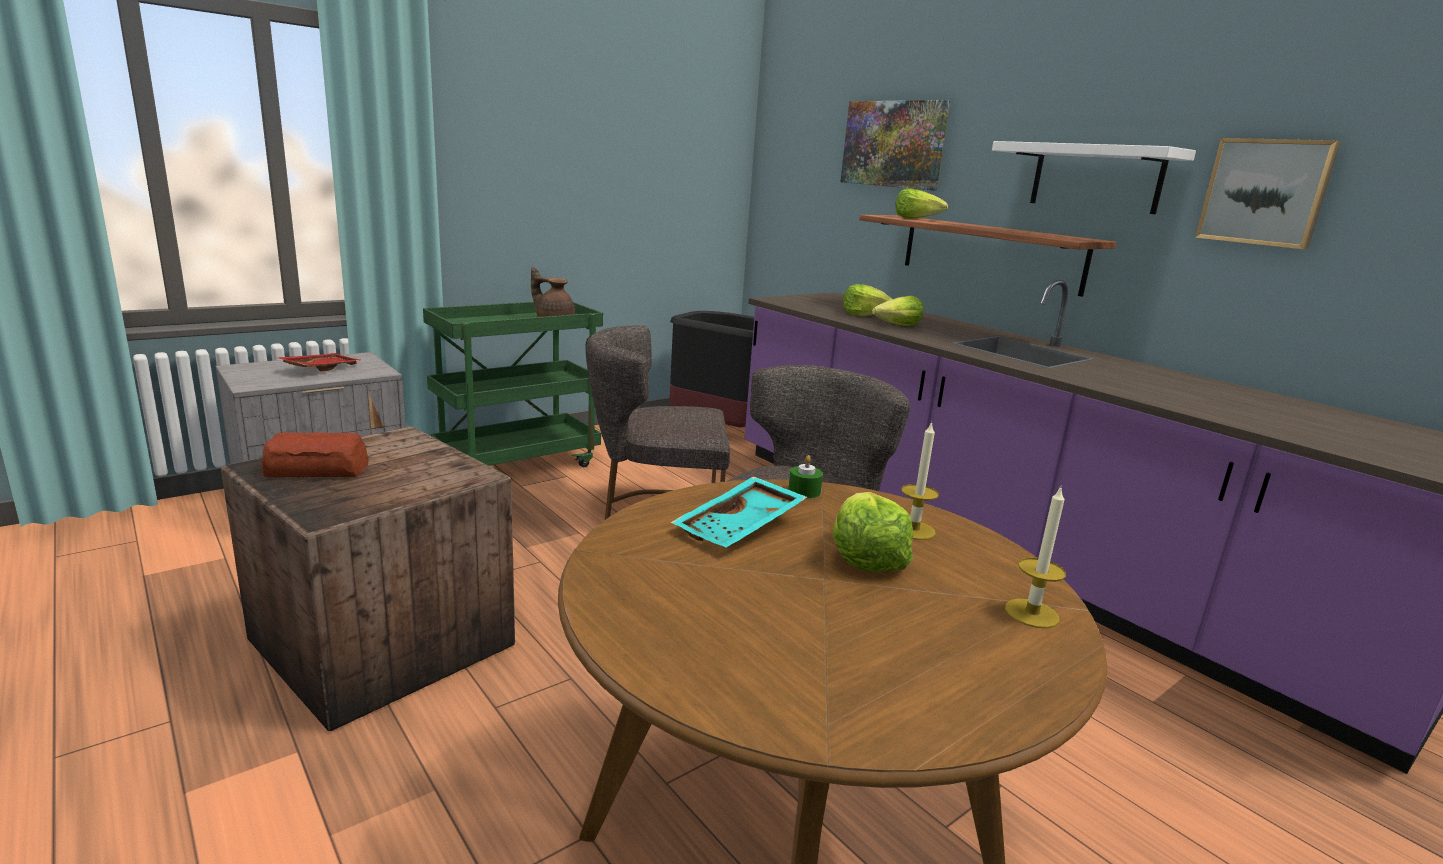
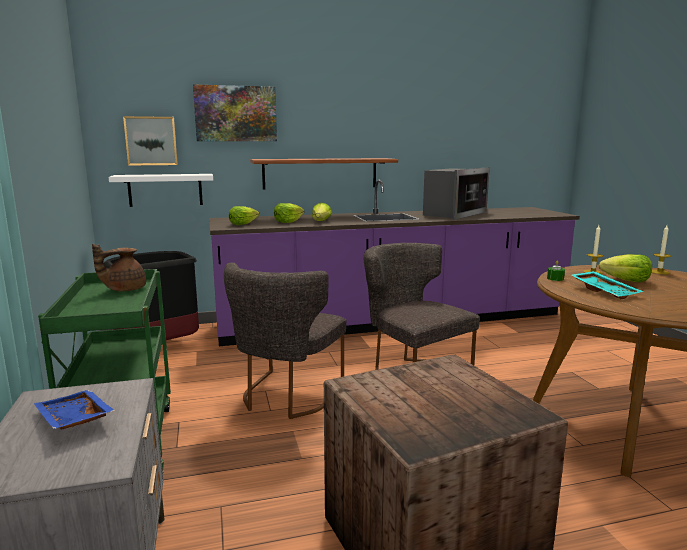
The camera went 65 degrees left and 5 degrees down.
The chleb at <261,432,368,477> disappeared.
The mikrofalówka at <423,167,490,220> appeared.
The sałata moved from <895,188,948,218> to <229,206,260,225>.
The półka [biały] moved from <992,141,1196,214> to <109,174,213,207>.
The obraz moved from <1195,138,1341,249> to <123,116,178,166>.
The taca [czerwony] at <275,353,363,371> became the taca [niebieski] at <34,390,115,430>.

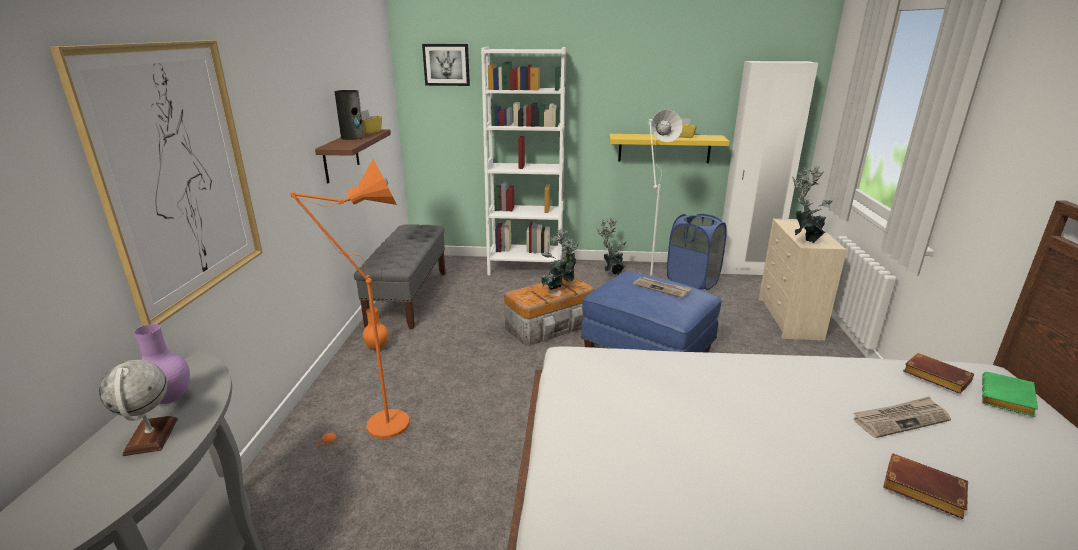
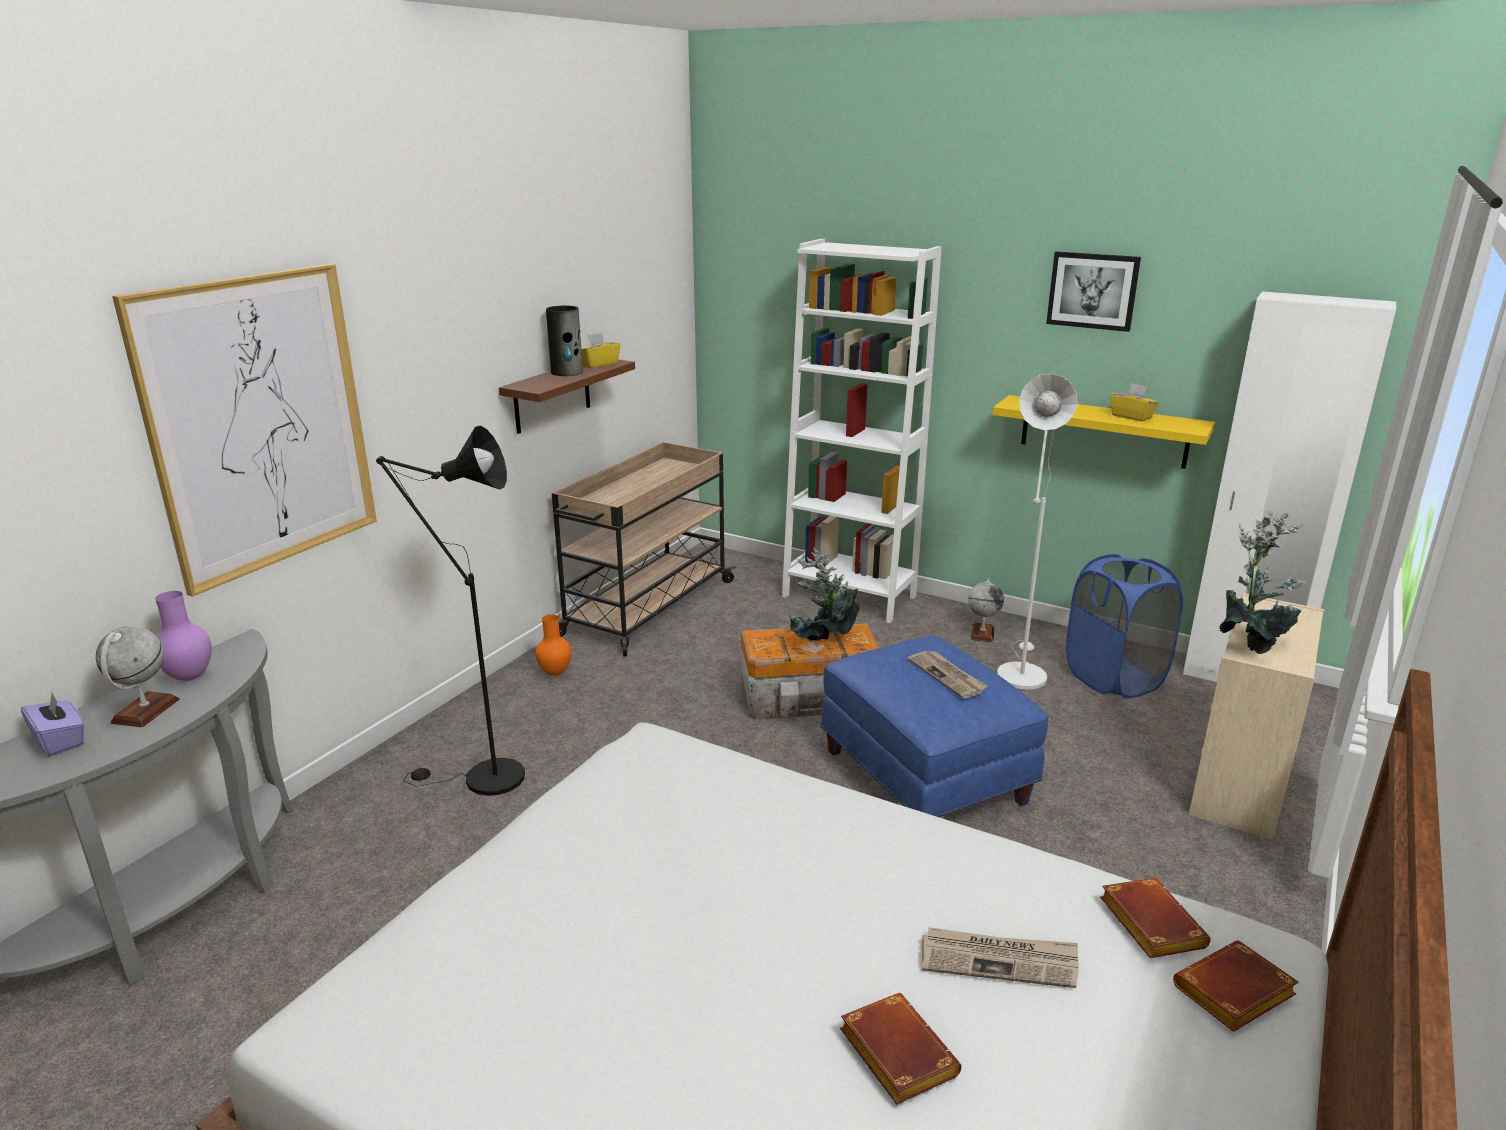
The camera went 25 degrees right and 0 degrees up.
The pudełko chusteczek [fioletowy] at <21,694,85,756> appeared.
The obraz moved from <422,44,470,86> to <1046,251,1141,332>.
The ławka [szary] at <354,224,445,329> was replaced by the wózek [beżowy] at <552,442,736,657>.
The roślina doniczkowa at <596,218,626,275> was replaced by the globus at <968,579,1004,642>.
The lampa stojąca [pomarańczowy] at <290,159,409,447> became the lampa stojąca [czarny] at <376,426,525,796>.
The książka [zielony] at <982,372,1038,417> became the książka [brązowy] at <1173,940,1299,1032>.

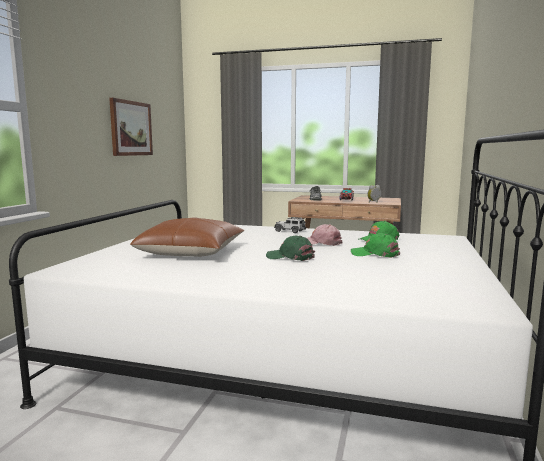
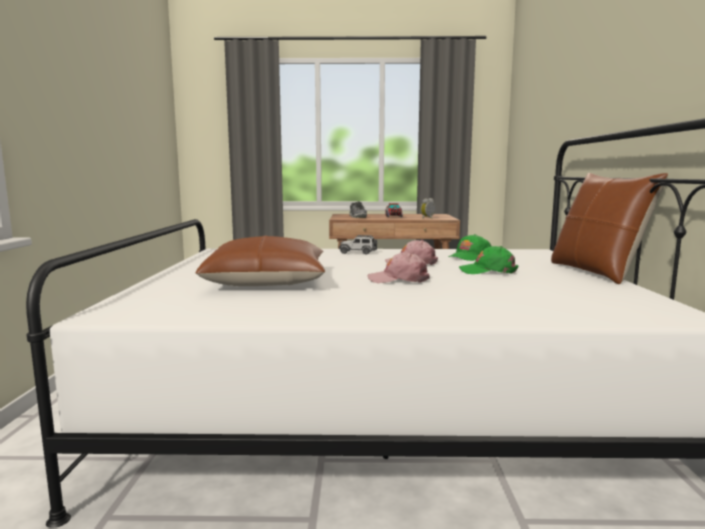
The camera went 15 degrees left and 0 degrees up.
The obraz at <109,98,153,156> disappeared.
The poduszka [brązowy] at <551,173,668,284> appeared.
The czapka z daszkiem [zielony] at <266,236,315,261> became the czapka z daszkiem [różowy] at <367,252,430,283>.

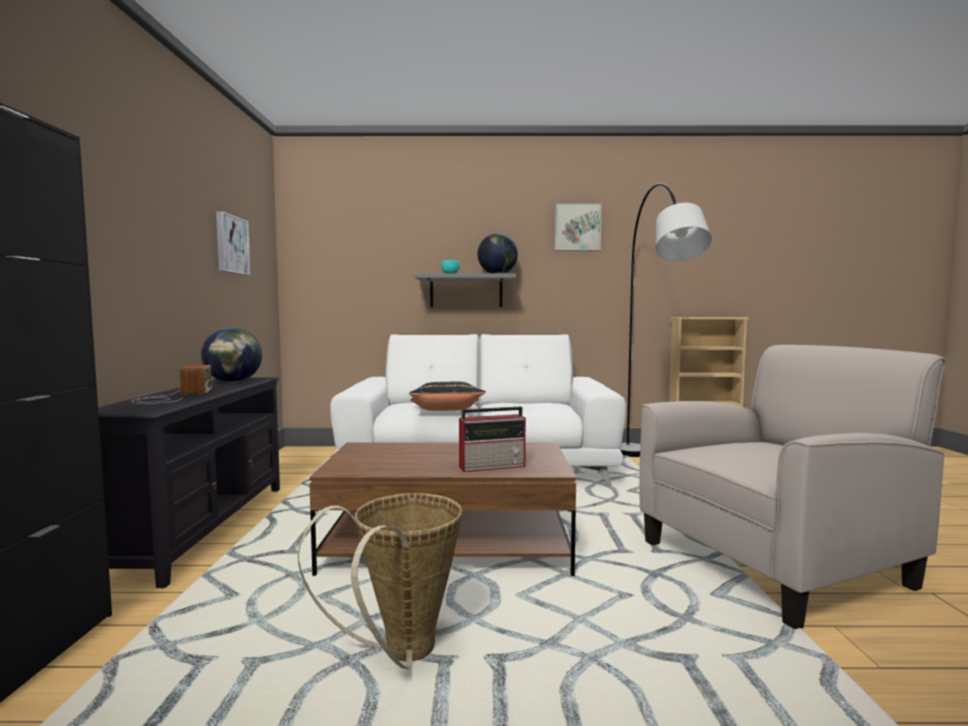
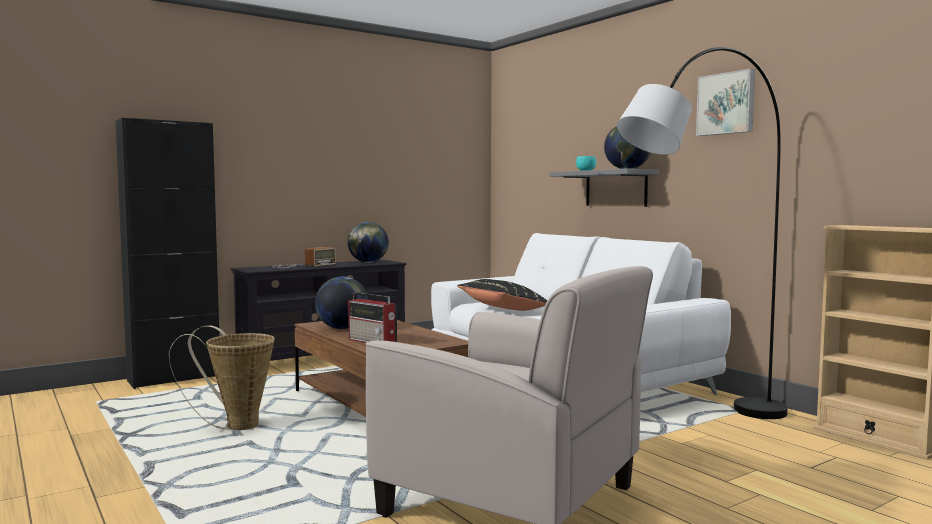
The camera went 55 degrees right and 0 degrees up.
The obraz at <216,211,250,275> disappeared.
The globus at <315,277,369,329> appeared.

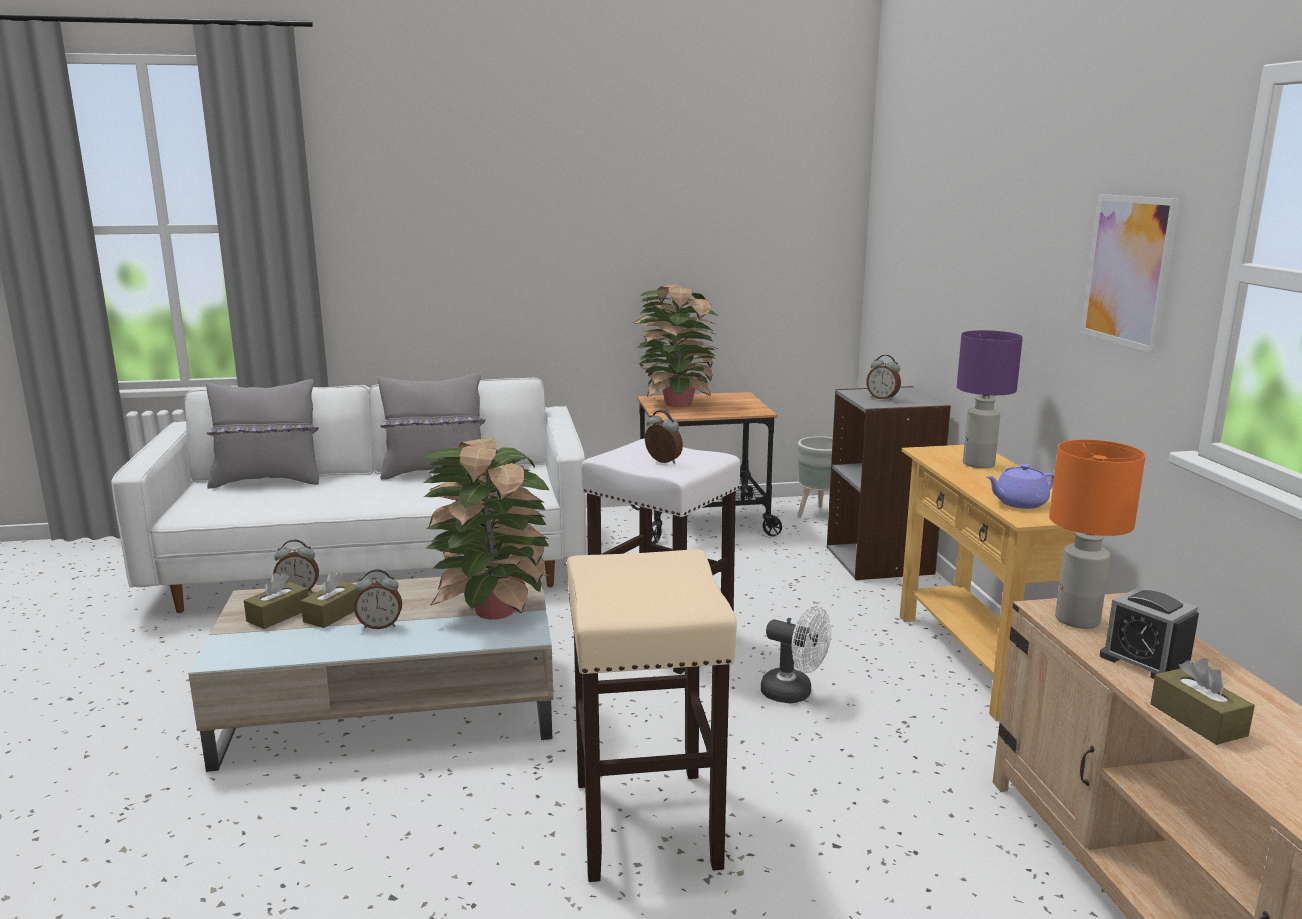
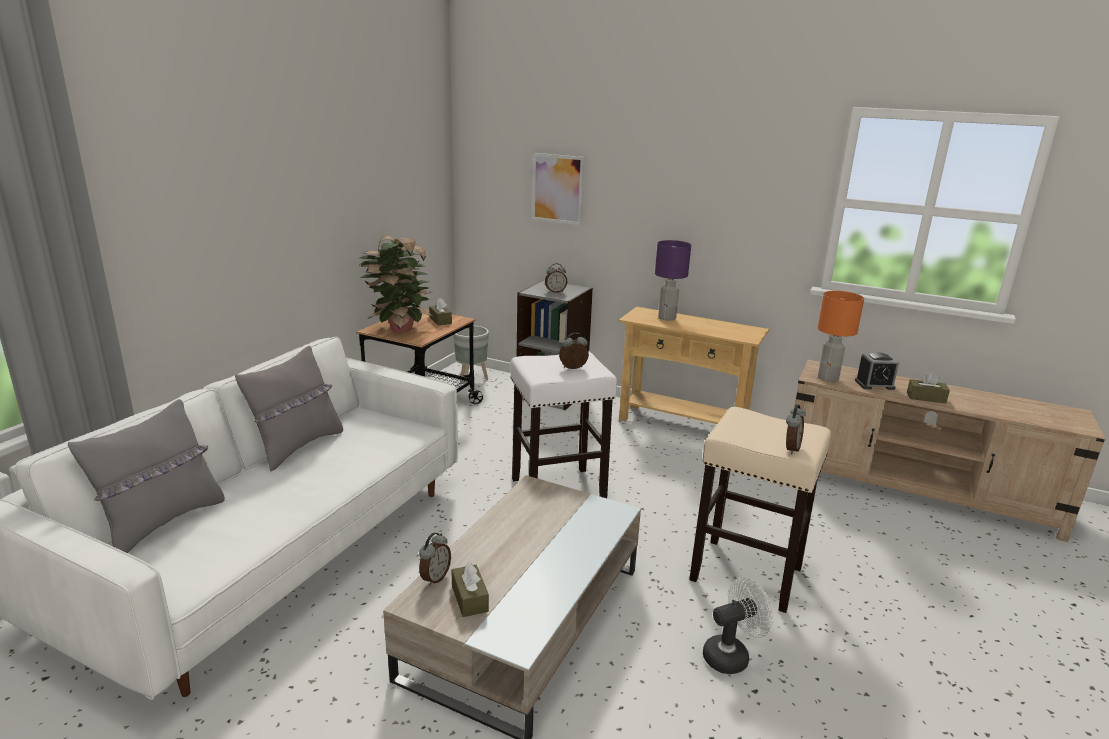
The camera went 55 degrees left and 5 degrees up.
The roślina doniczkowa at <422,437,551,620> disappeared.
The imbryk [fioletowy] at <986,464,1054,509> disappeared.
The pudełko chusteczek [brązowy] moved from <301,572,360,628> to <429,298,452,325>.
The budzik moved from <354,569,402,629> to <786,404,806,454>.
The wentylator [biały] moved from <761,606,831,703> to <703,577,773,674>.
The obraz moved from <1080,194,1180,354> to <532,153,584,225>.

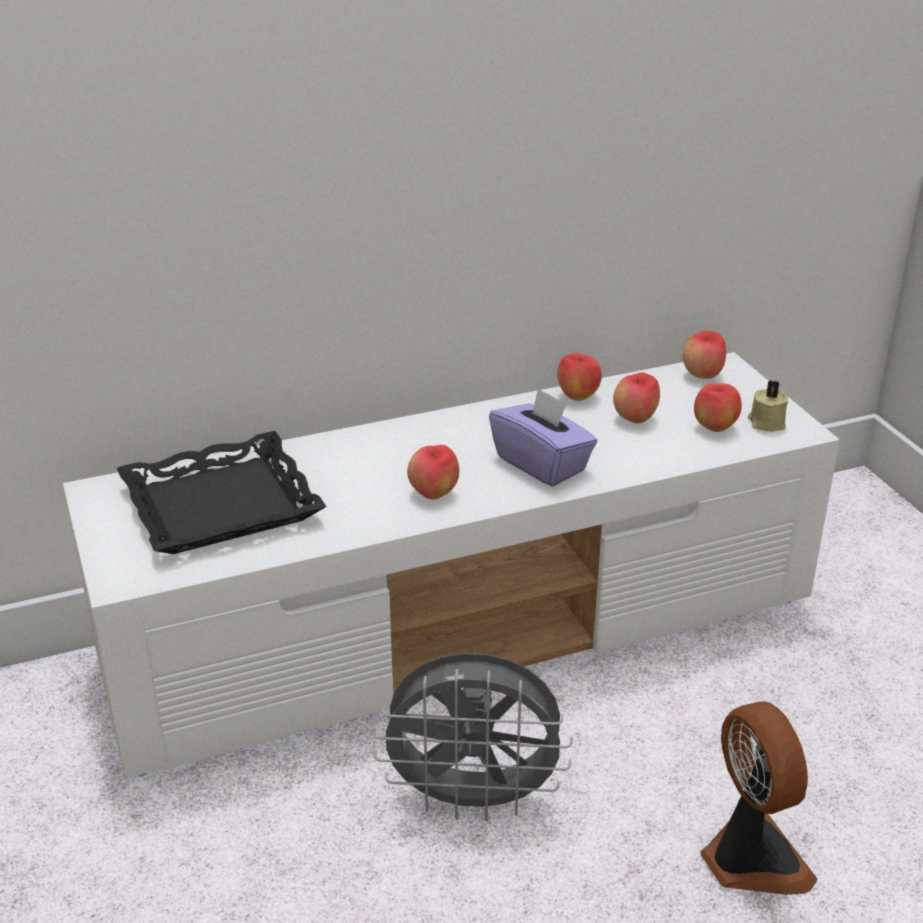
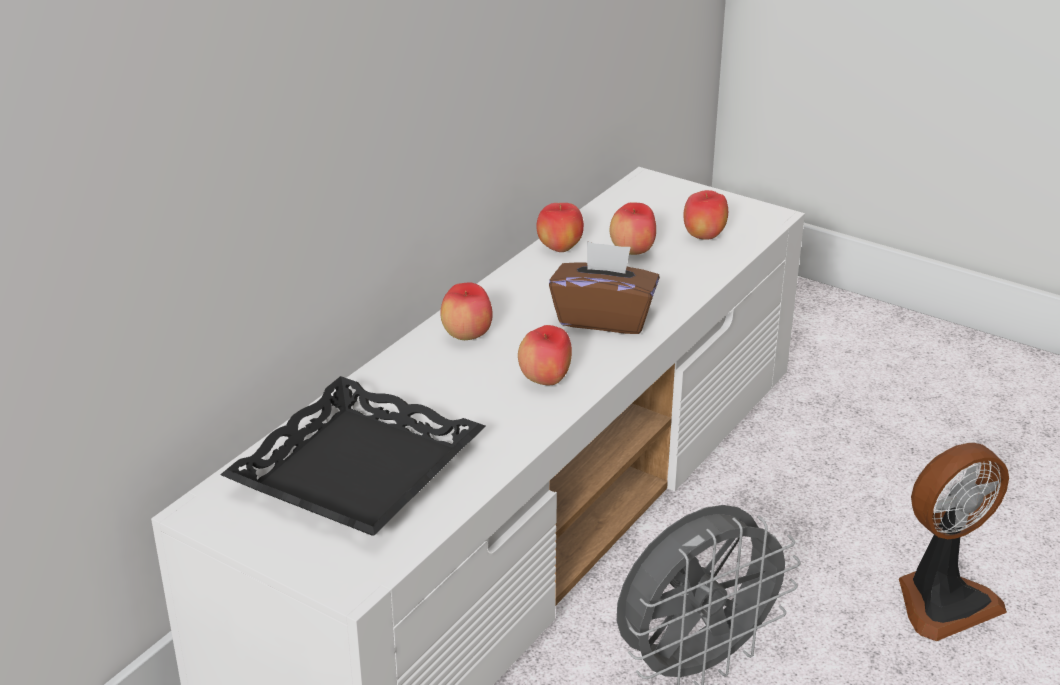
The camera went 35 degrees left and 0 degrees up.
The świeca [beżowy] at <748,380,788,432> disappeared.
The jabłko moved from <682,330,726,379> to <440,283,493,340>.
The pudełko chusteczek [fioletowy] at <489,387,598,487> became the pudełko chusteczek [brązowy] at <549,241,660,334>.
The wentylator at <701,701,818,895> turned 120 degrees clockwise.

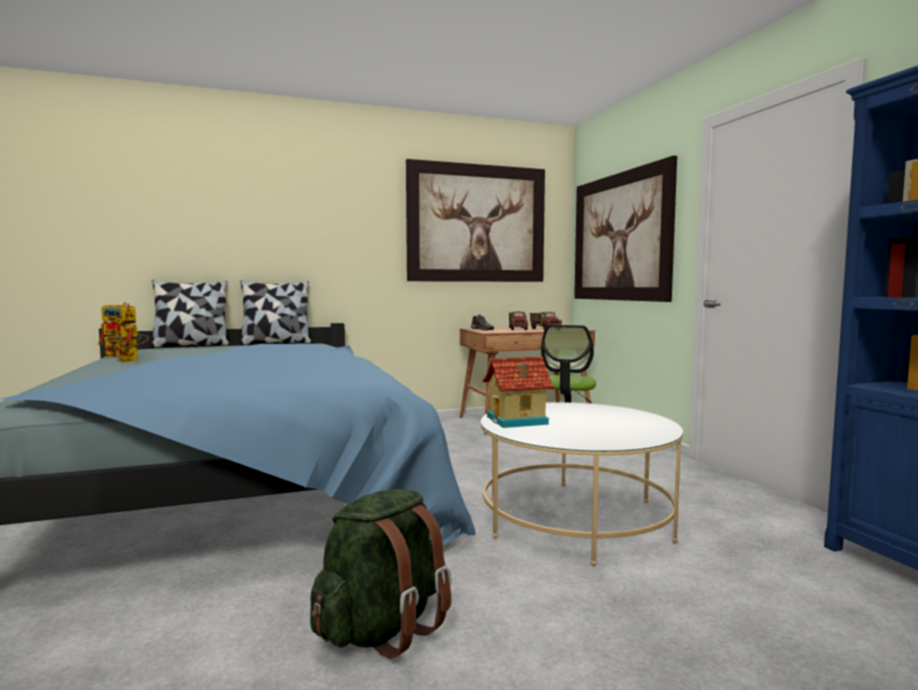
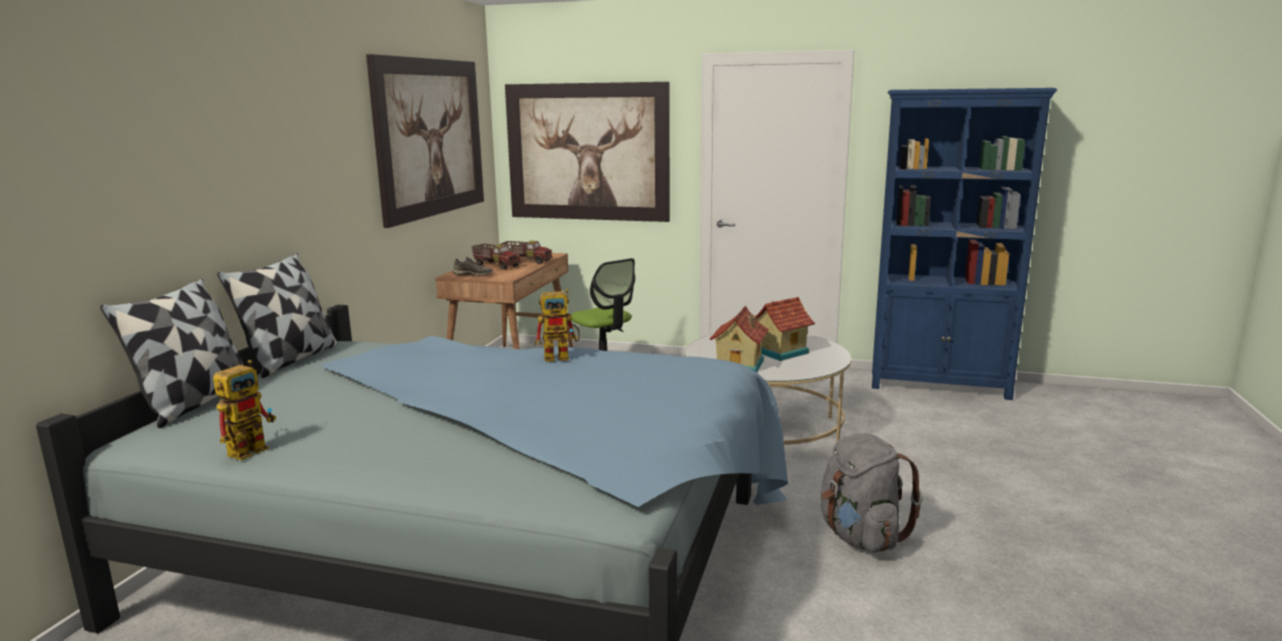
The camera went 55 degrees left and 10 degrees up.
The domek at <756,297,815,361> appeared.
The robot zabawkowy moved from <115,303,149,362> to <535,289,580,362>.
The plecak [zielony] at <310,489,451,659> became the plecak [szary] at <821,434,923,553>.

